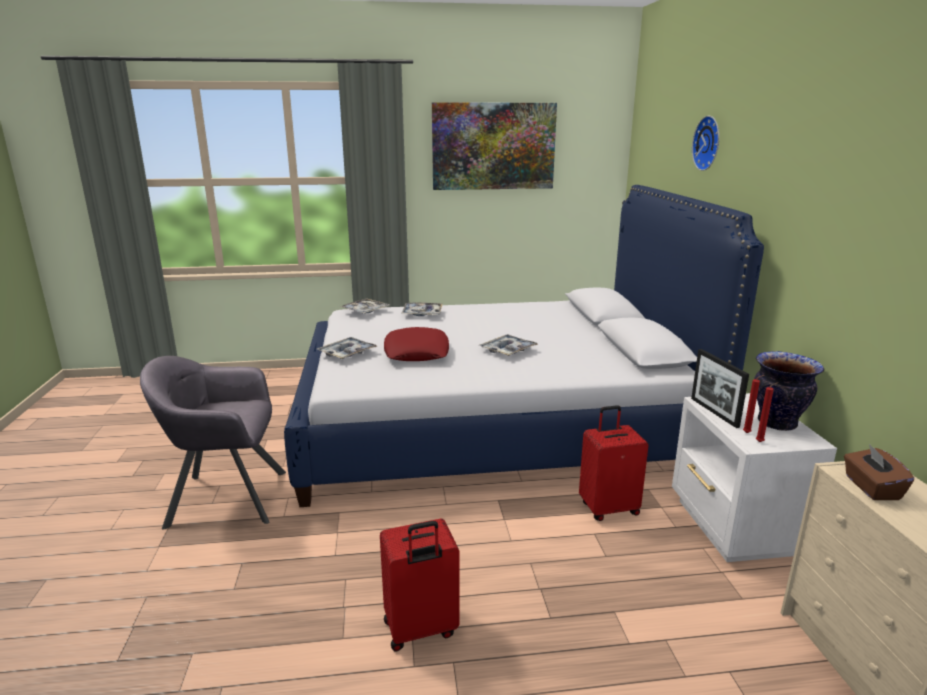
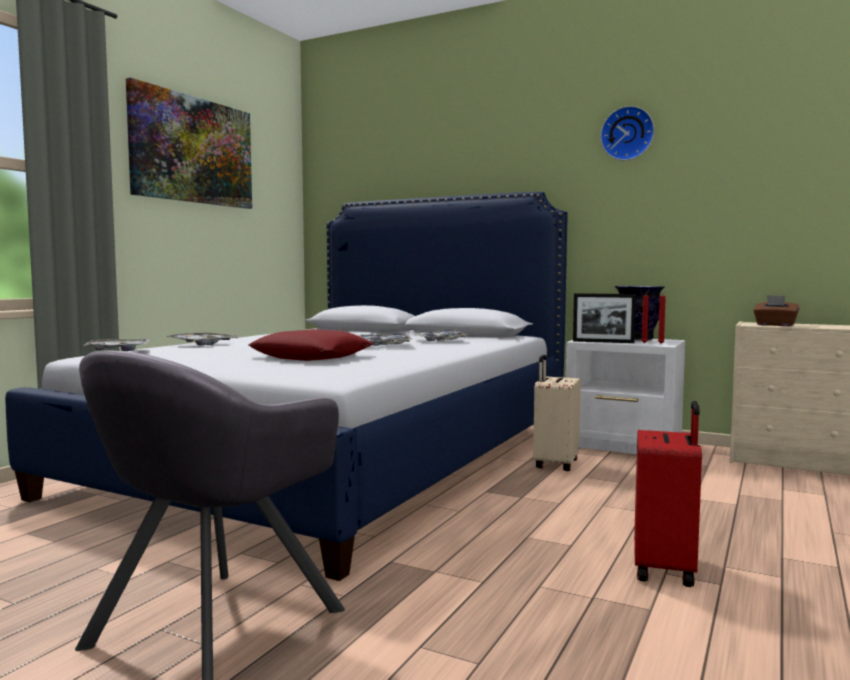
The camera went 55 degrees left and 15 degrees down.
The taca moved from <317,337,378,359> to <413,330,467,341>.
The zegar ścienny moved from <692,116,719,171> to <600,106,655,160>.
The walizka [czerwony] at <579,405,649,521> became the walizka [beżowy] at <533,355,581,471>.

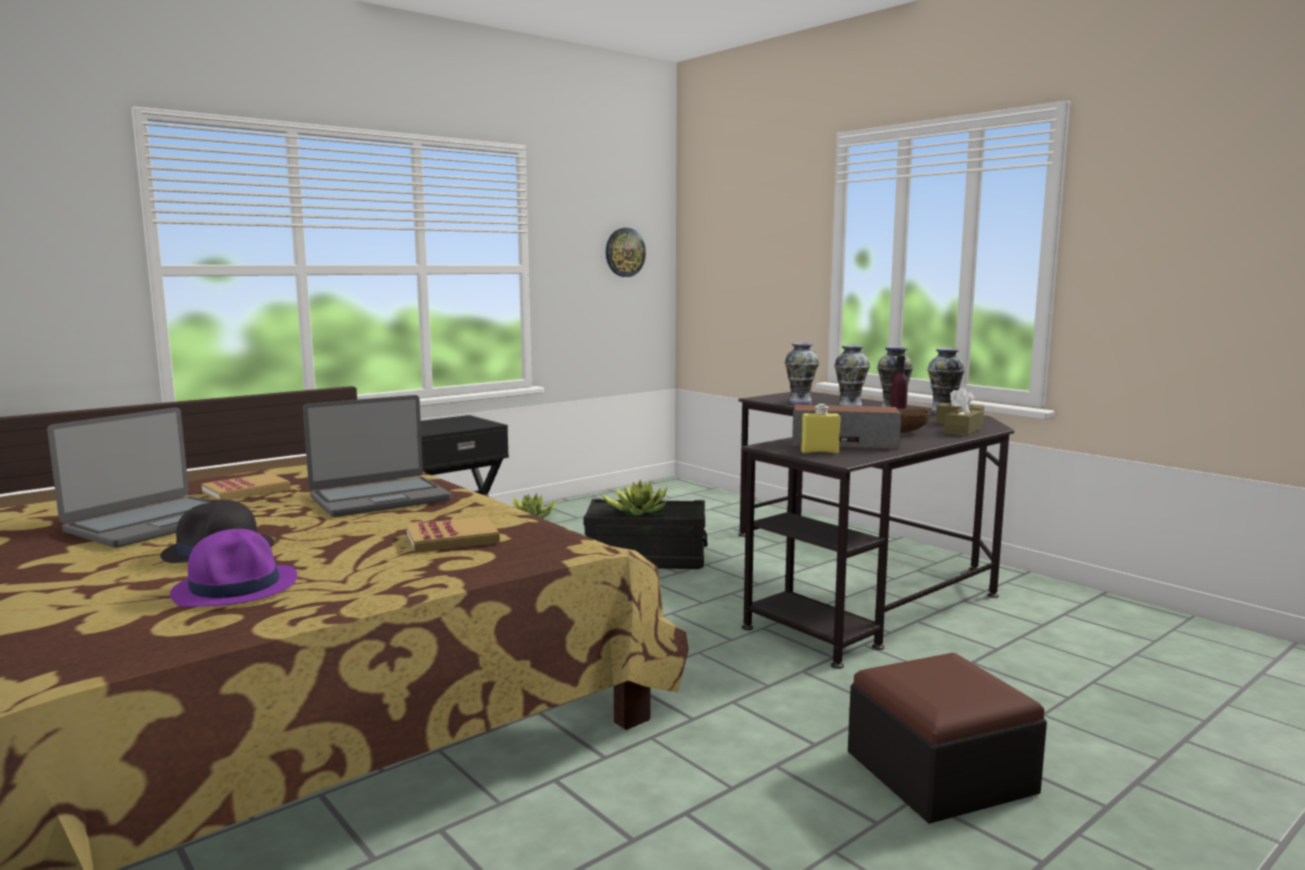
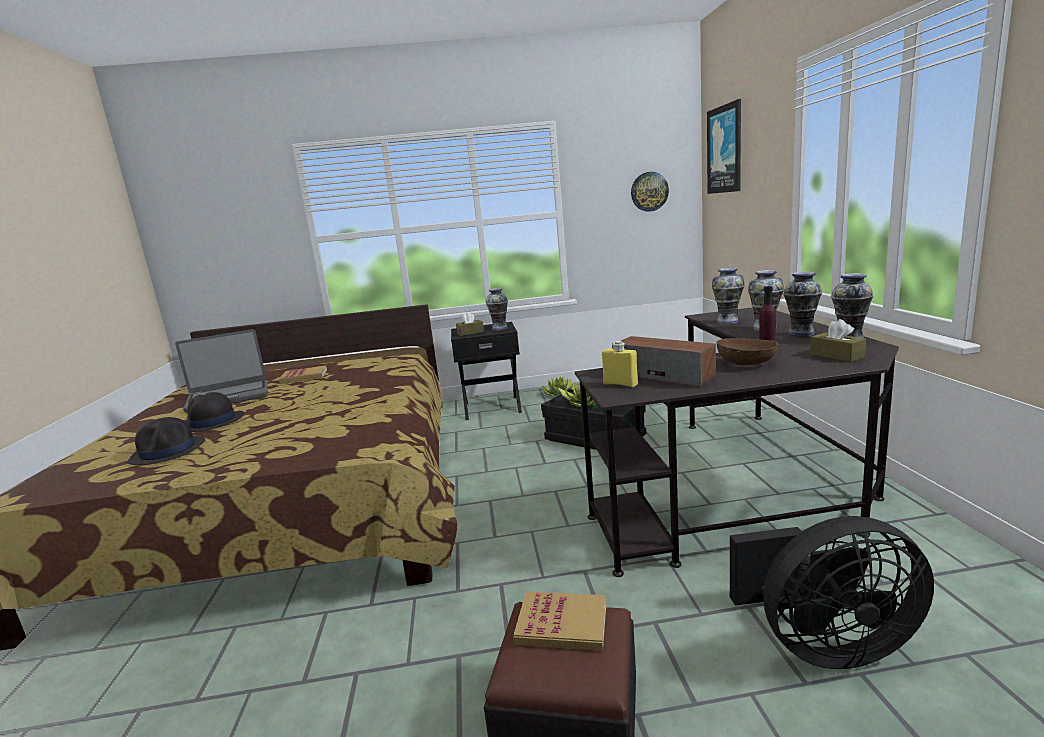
The camera went 35 degrees right and 5 degrees up.
The laptop at <303,395,452,517> disappeared.
The wazon at <486,288,508,331> appeared.
The obraz at <707,99,741,194> appeared.
The wentylator [czarny] at <730,516,934,669> appeared.
The książka moved from <406,516,500,553> to <513,591,607,651>.
The pudełko chusteczek [brązowy] moved from <944,394,983,436> to <456,312,484,336>.
The kapelusz [fioletowy] at <170,529,297,607> became the kapelusz [czarny] at <127,417,205,465>.

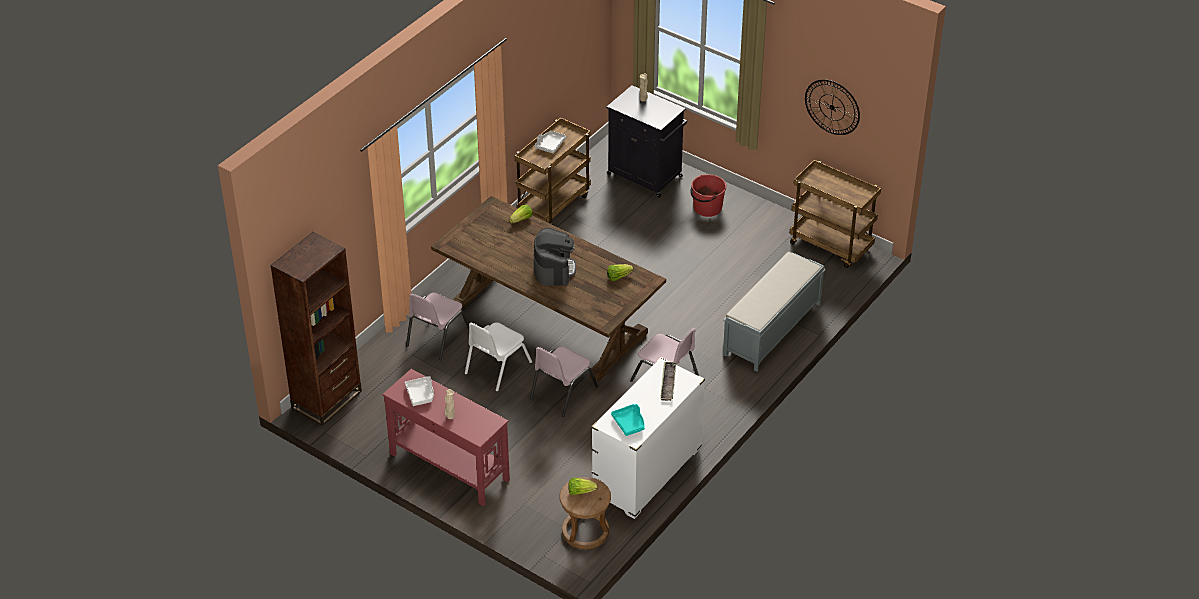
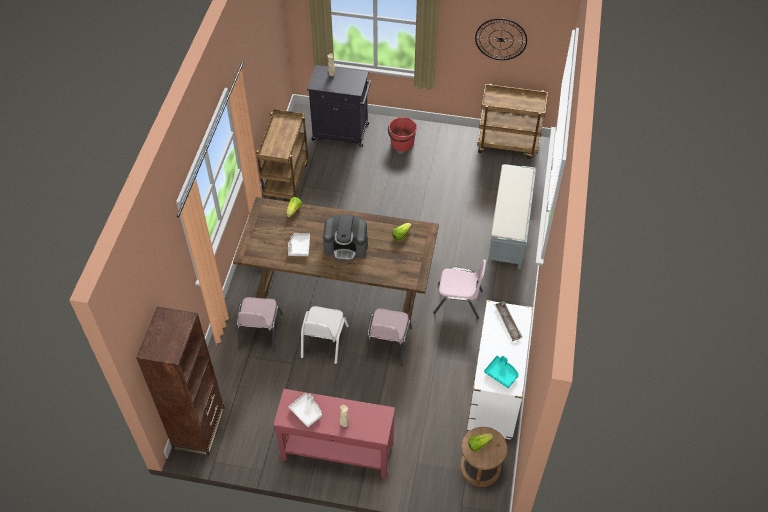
The camera went 25 degrees left and 10 degrees up.
The taca [biały] moved from <534,131,566,154> to <288,233,310,256>.
The ekspres do kawy at <534,227,576,286> turned 120 degrees clockwise.

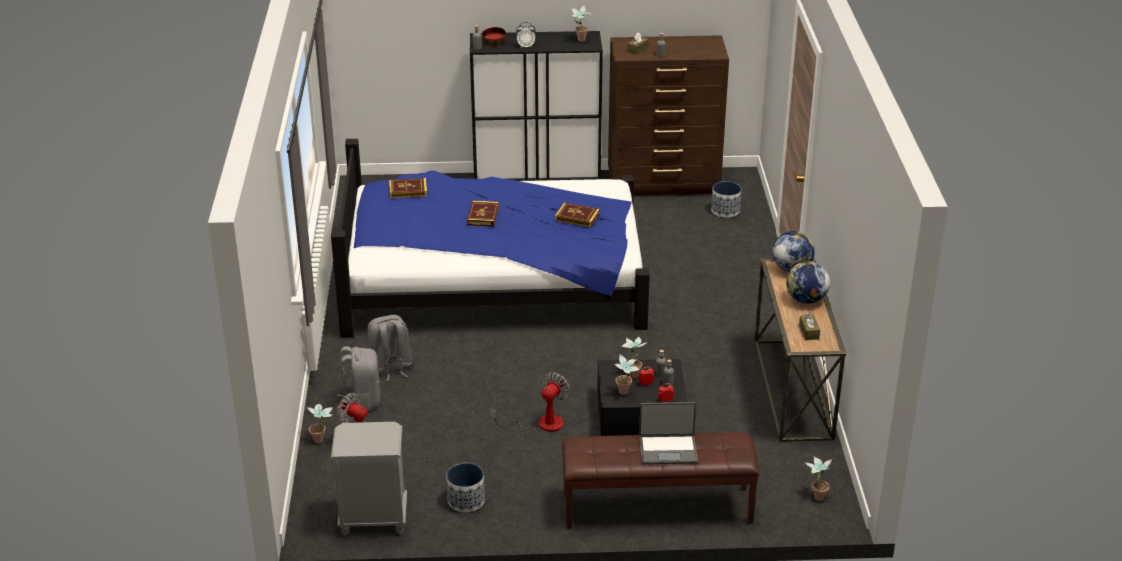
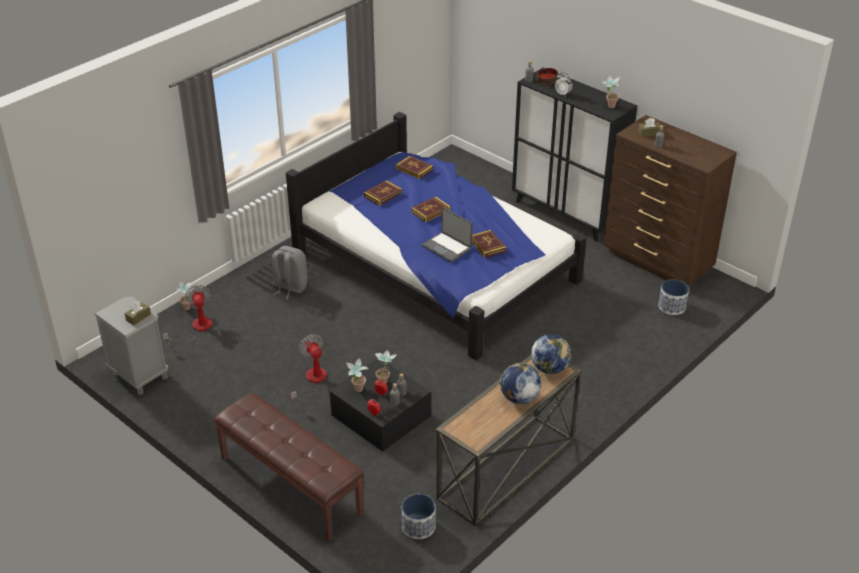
The camera went 45 degrees right and 5 degrees up.
The plecak [szary] at <337,346,380,411> disappeared.
The roślina doniczkowa at <805,457,832,501> disappeared.
The książka at <364,180,402,206> appeared.
The donica moved from <446,463,485,512> to <402,494,436,539>.
The laptop moved from <639,402,698,465> to <422,208,472,262>.
The pudełko chusteczek [brązowy] moved from <799,313,820,340> to <125,302,151,325>.
The wentylator at <490,372,570,434> turned 105 degrees counterclockwise.

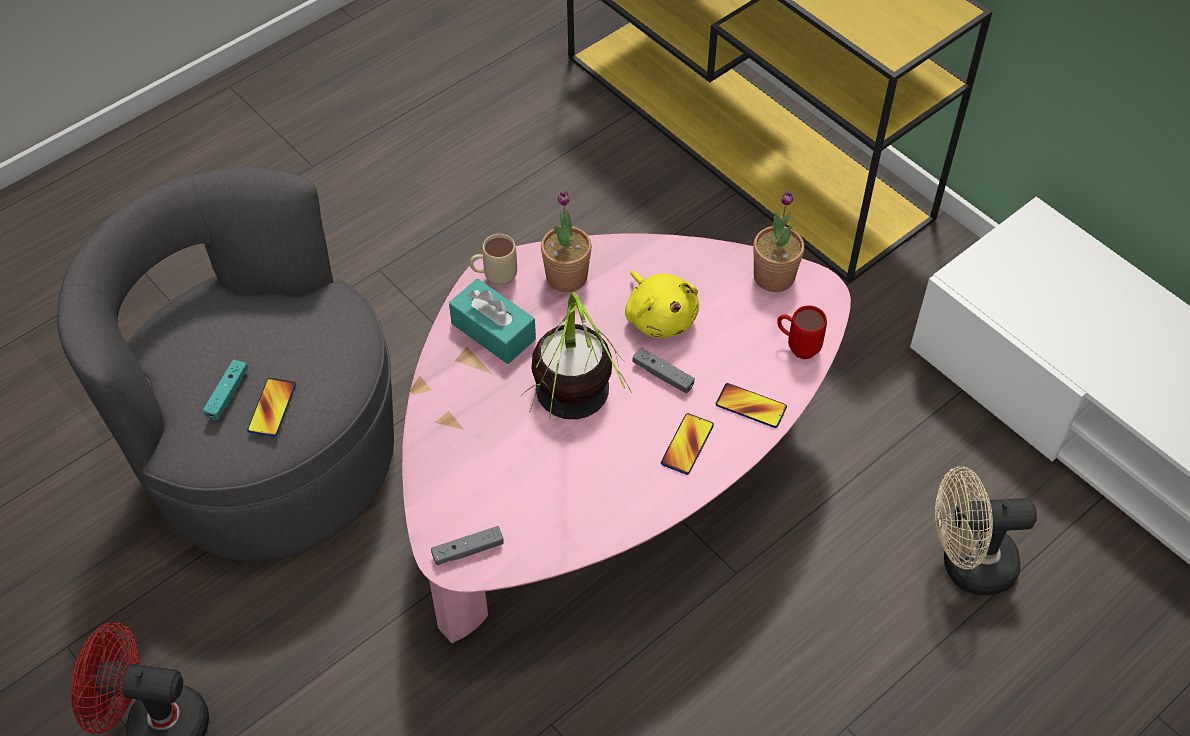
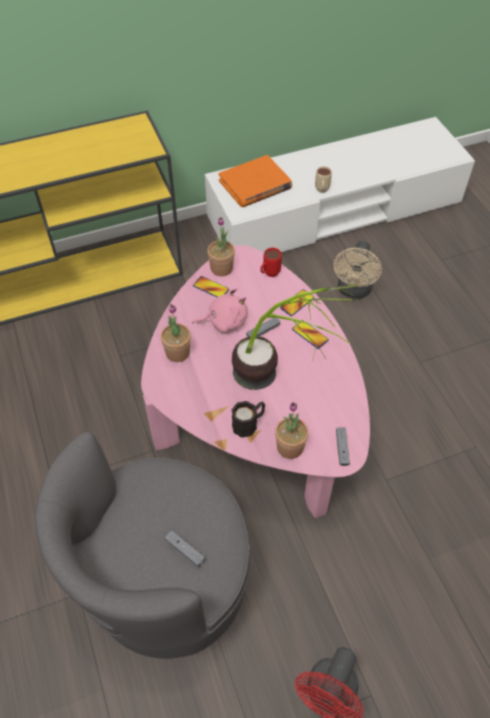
The camera went 70 degrees left and 0 degrees up.
The pudełko chusteczek [turkusowy] at <449,279,536,364> disappeared.
The książka [pomarańczowy] at <218,155,292,207> appeared.
The kubek [czarny] at <232,401,265,438> appeared.
The roślina doniczkowa at <275,402,309,459> appeared.
The telefon moved from <247,378,296,437> to <193,276,229,297>.
The kubek [beżowy] moved from <469,234,517,287> to <315,166,332,193>.
The pad do gier [turkusowy] at <203,360,248,420> became the pad do gier [szary] at <165,530,205,567>.
The pluszak [żółty] at <625,270,699,338> became the pluszak [różowy] at <192,288,248,333>.

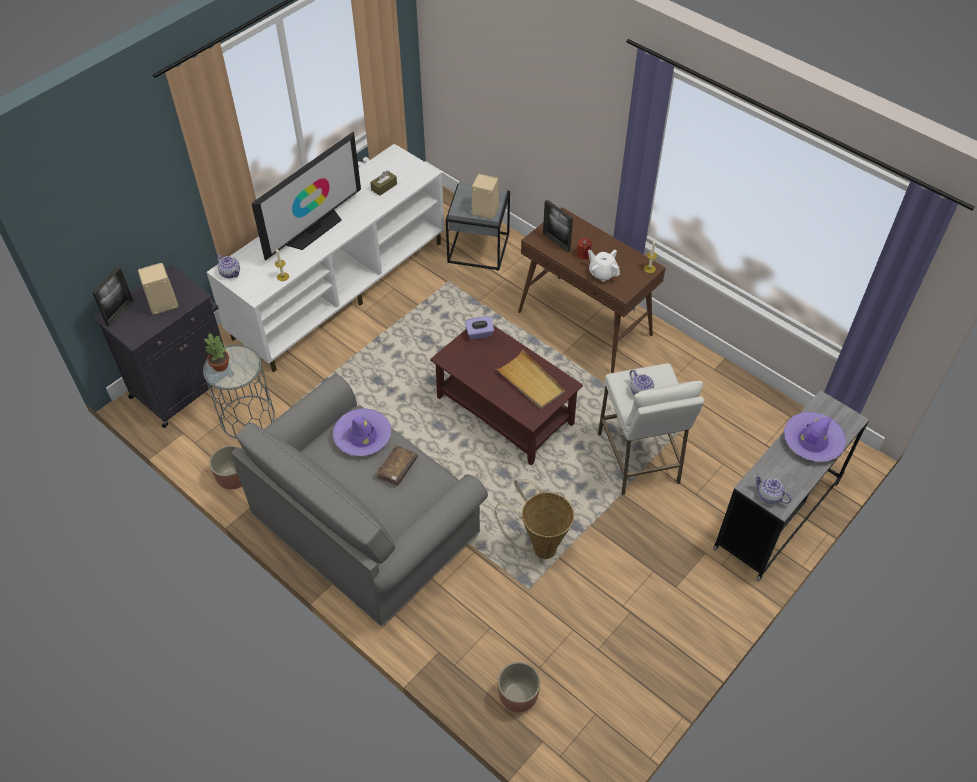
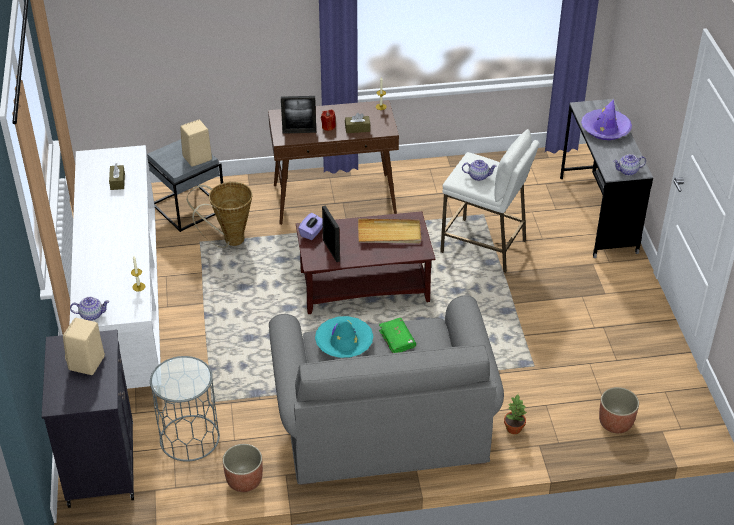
The camera went 50 degrees left and 10 degrees down.
The telewizor at <251,132,361,261> disappeared.
The ramka na zdjęcie moved from <92,267,134,327> to <322,206,340,262>.
The roślina doniczkowa moved from <203,333,229,372> to <504,395,527,434>.
The koszyk moved from <495,479,574,559> to <187,182,253,248>.
The imbryk [biały] at <588,250,620,282> was replaced by the pudełko chusteczek [brązowy] at <345,112,370,133>.
The kapelusz [fioletowy] at <333,408,391,456> became the kapelusz [turkusowy] at <315,316,373,358>.
The książka [brązowy] at <376,445,418,486> became the książka [zielony] at <379,318,416,353>.

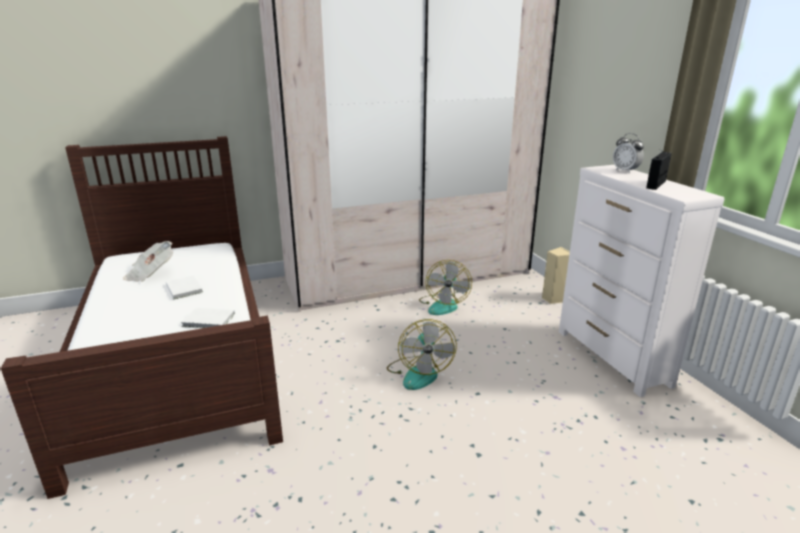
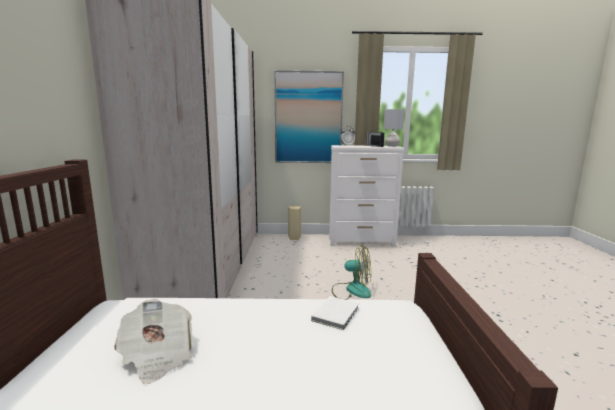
The camera went 70 degrees left and 10 degrees down.
The książka [biały] at <166,275,203,299> disappeared.
The wentylator at <419,260,472,315> disappeared.
The obraz at <274,70,344,163> appeared.
The lampa stołowa [szary] at <383,109,405,147> appeared.

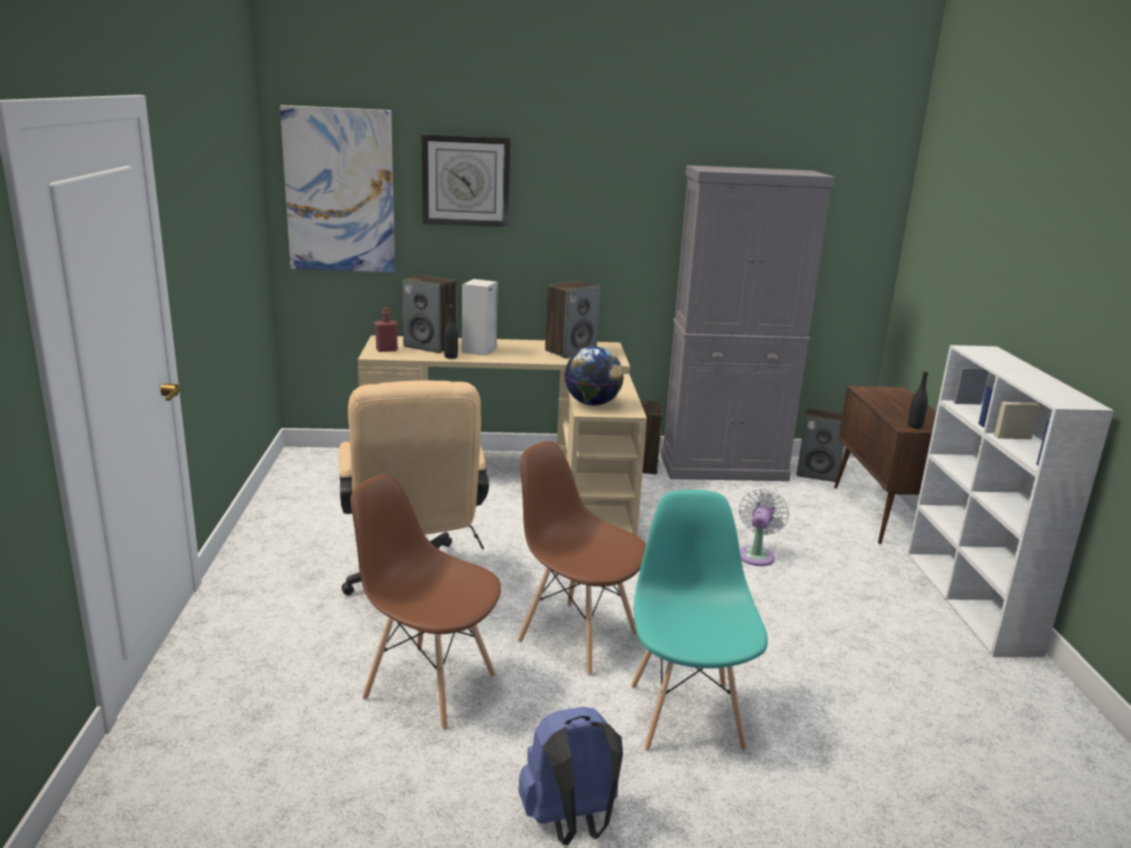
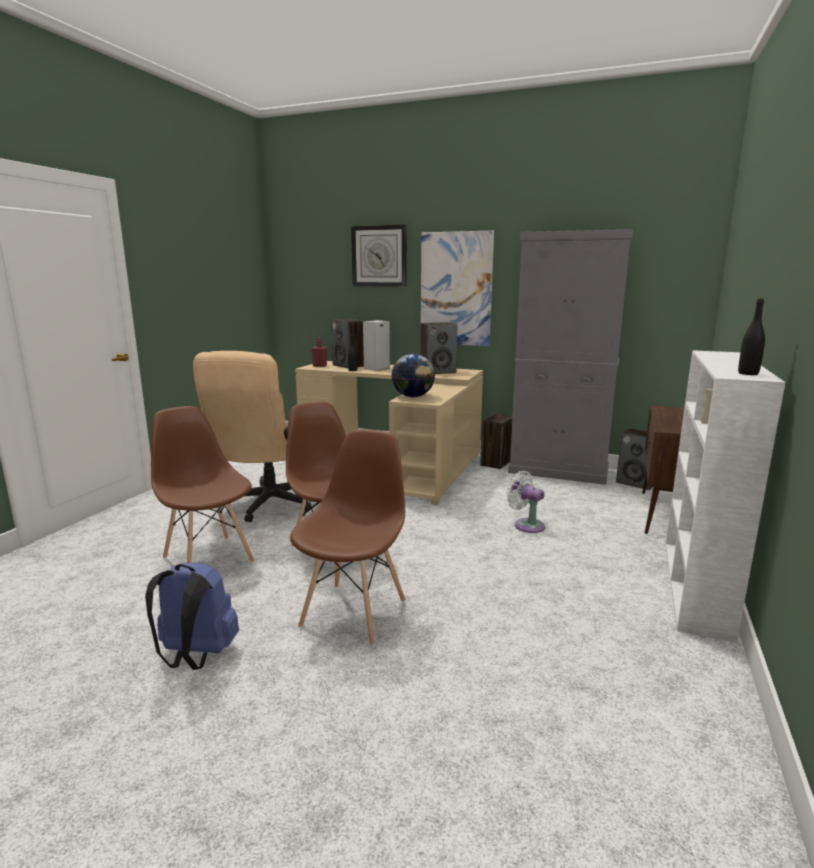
The camera went 25 degrees right and 5 degrees down.
The obraz moved from <280,105,395,272> to <421,230,494,346>.
The butelka [czarny] moved from <908,371,928,429> to <738,298,765,375>.
The krzesło [turkusowy] at <631,490,768,751> became the krzesło [brązowy] at <290,429,405,645>.
The wentylator [biały] at <739,489,789,566> turned 90 degrees counterclockwise.

